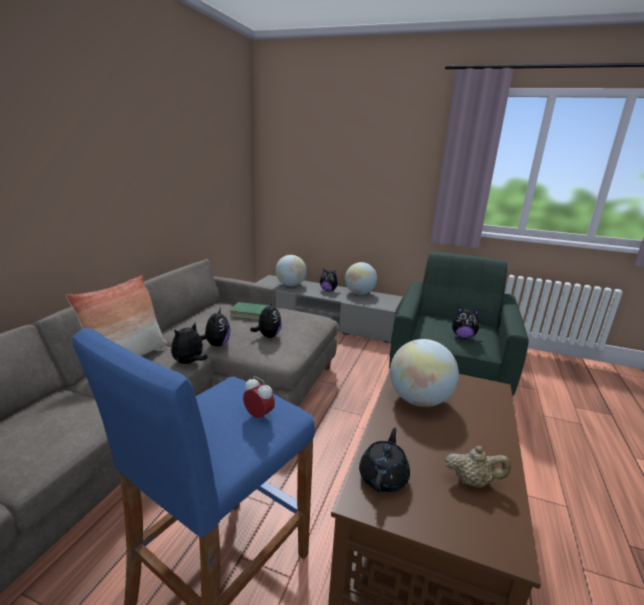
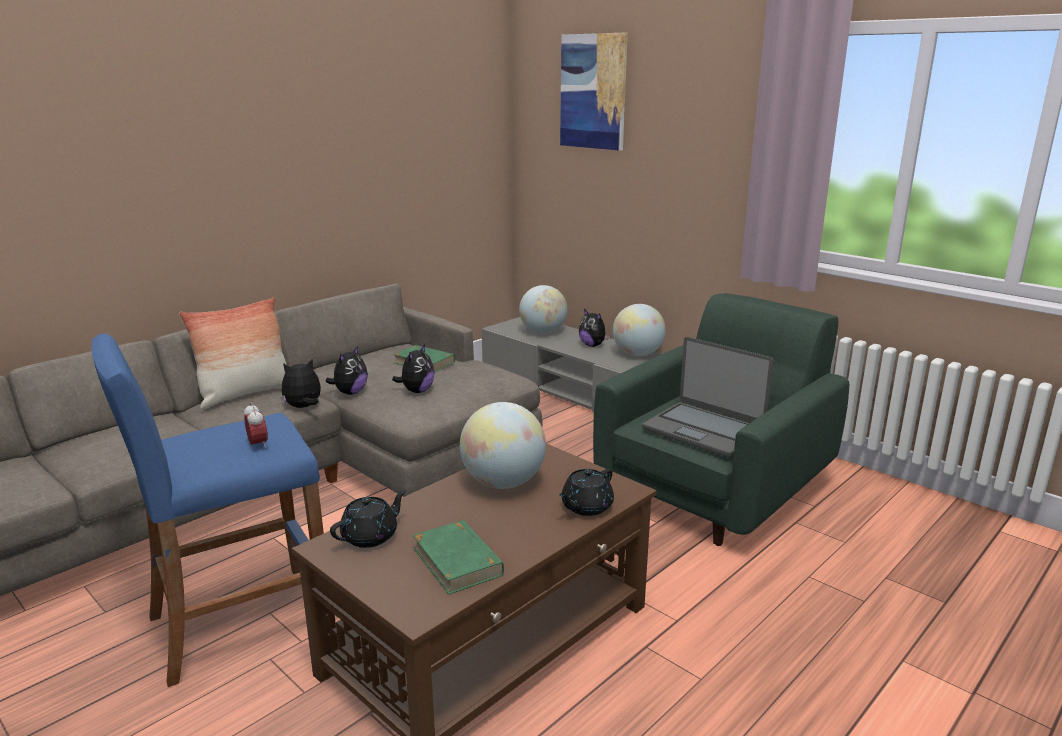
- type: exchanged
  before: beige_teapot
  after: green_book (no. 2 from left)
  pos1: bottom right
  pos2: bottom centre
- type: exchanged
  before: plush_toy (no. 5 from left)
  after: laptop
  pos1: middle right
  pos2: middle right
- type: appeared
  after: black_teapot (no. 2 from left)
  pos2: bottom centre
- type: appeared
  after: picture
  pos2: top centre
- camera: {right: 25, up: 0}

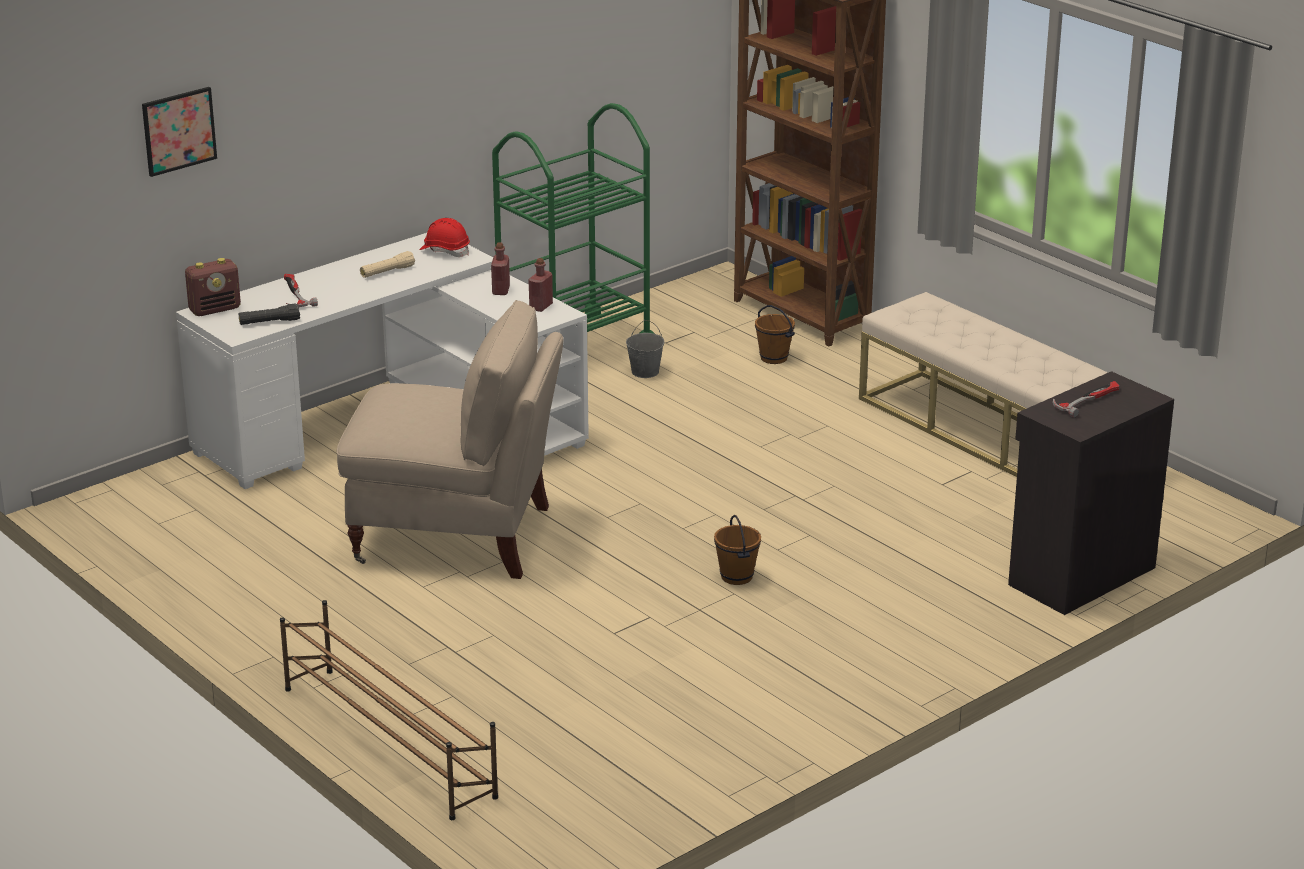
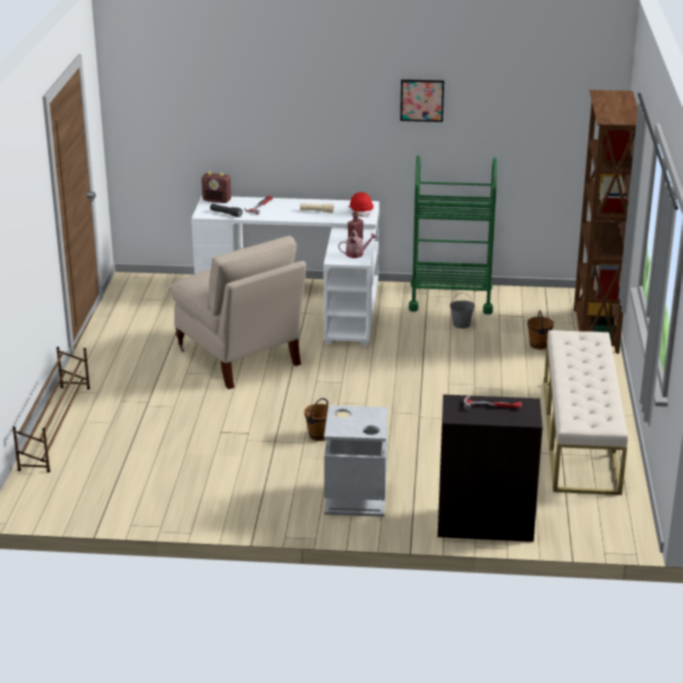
- type: relocated
  before: picture
  pos1: top left
  pos2: top centre
- type: exchanged
  before: red_bottle (no. 2 from left)
  after: watering_can
  pos1: top centre
  pos2: centre
- type: appeared
  after: grey_trash_can
  pos2: bottom centre
- camera: {right: 45, up: 0}

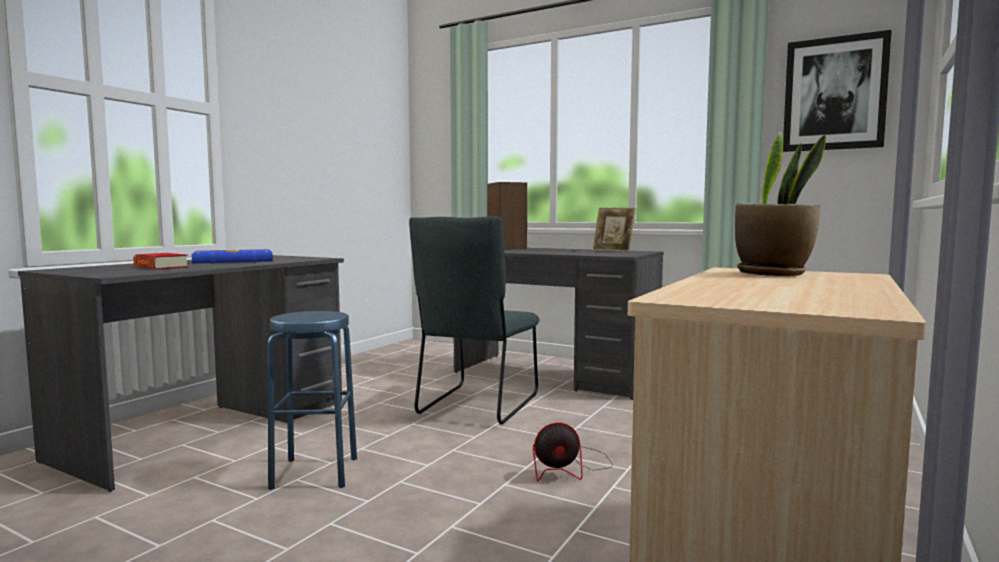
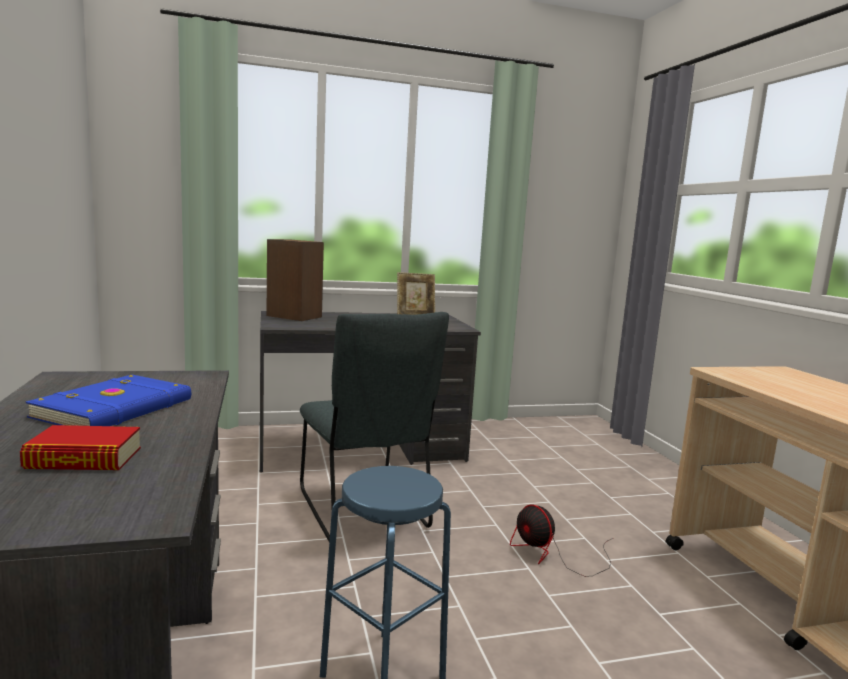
- type: spun
  before: fan
  pos1: bottom centre
  pos2: bottom centre
  turn: 105
- type: missing
  before: potted_plant
  pos1: middle right
- type: missing
  before: picture
  pos1: top right
- camera: {right: -45, up: 5}

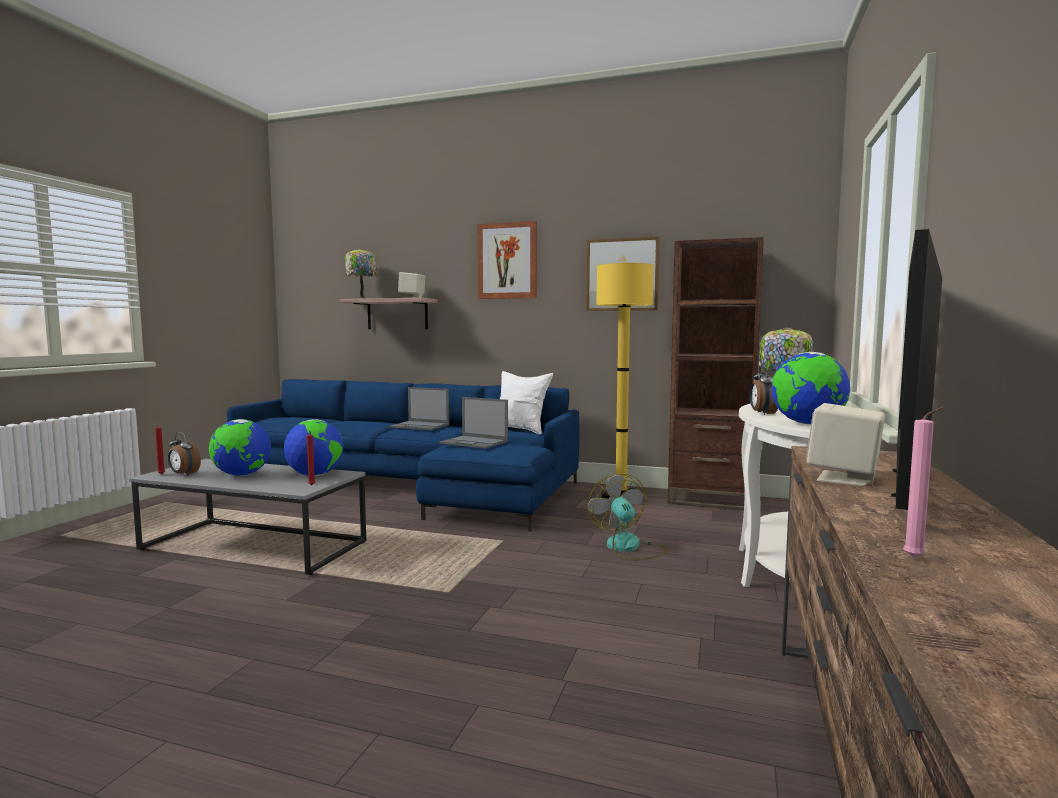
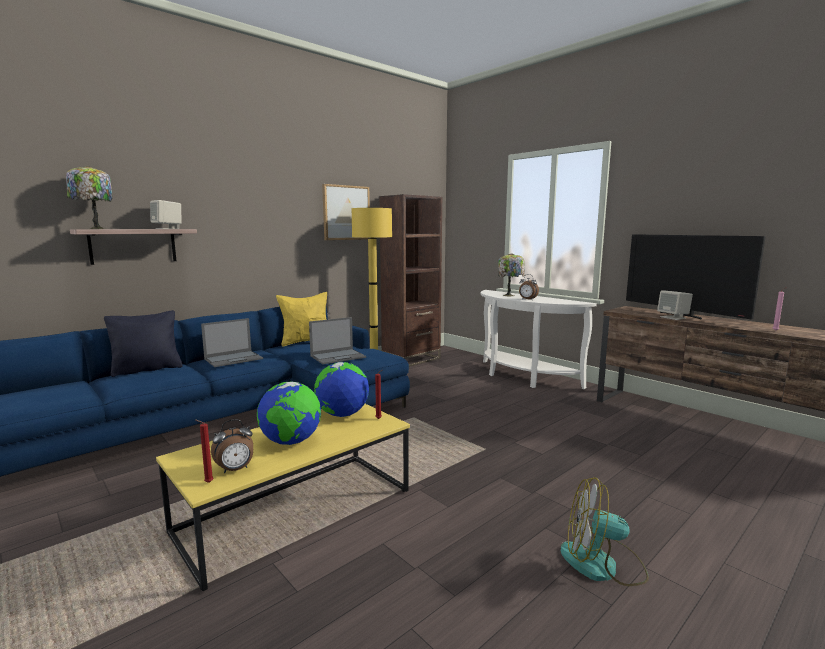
- type: colour
  before: grey_coffee_table
  after: yellow_coffee_table
  pos1: middle left
  pos2: bottom centre
- type: missing
  before: picture (no. 1 from left)
  pos1: top centre
- type: colour
  before: white_pillow
  after: yellow_pillow
  pos1: centre
  pos2: centre
- type: relocated
  before: fan
  pos1: centre
  pos2: bottom right
- type: missing
  before: globe (no. 3 from left)
  pos1: middle right
- type: appeared
  after: black_pillow
  pos2: middle left
- camera: {right: -60, up: 5}

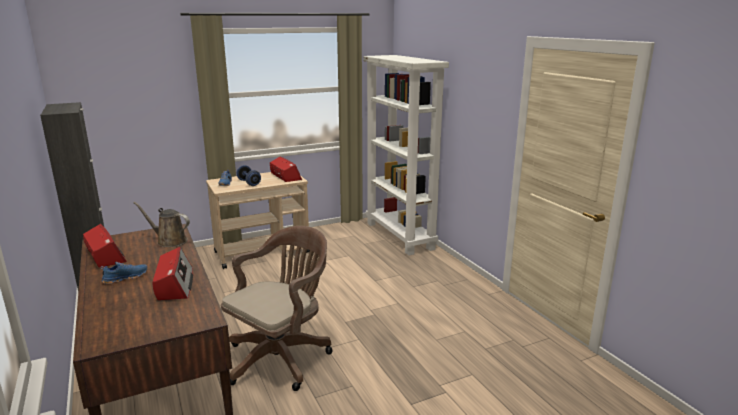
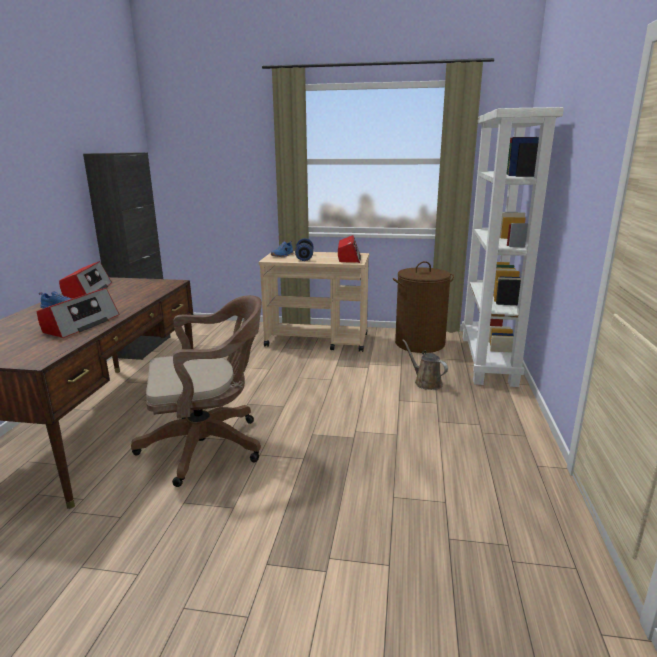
- type: relocated
  before: brown_watering_can
  pos1: middle left
  pos2: centre
- type: appeared
  after: brown_laundry_basket
  pos2: centre
- camera: {right: 35, up: 0}

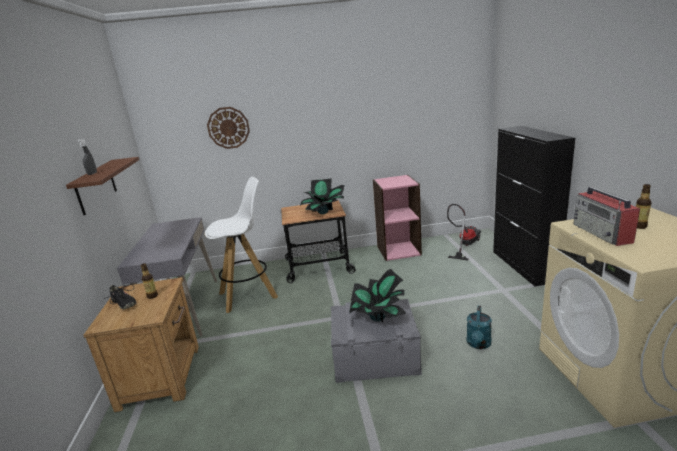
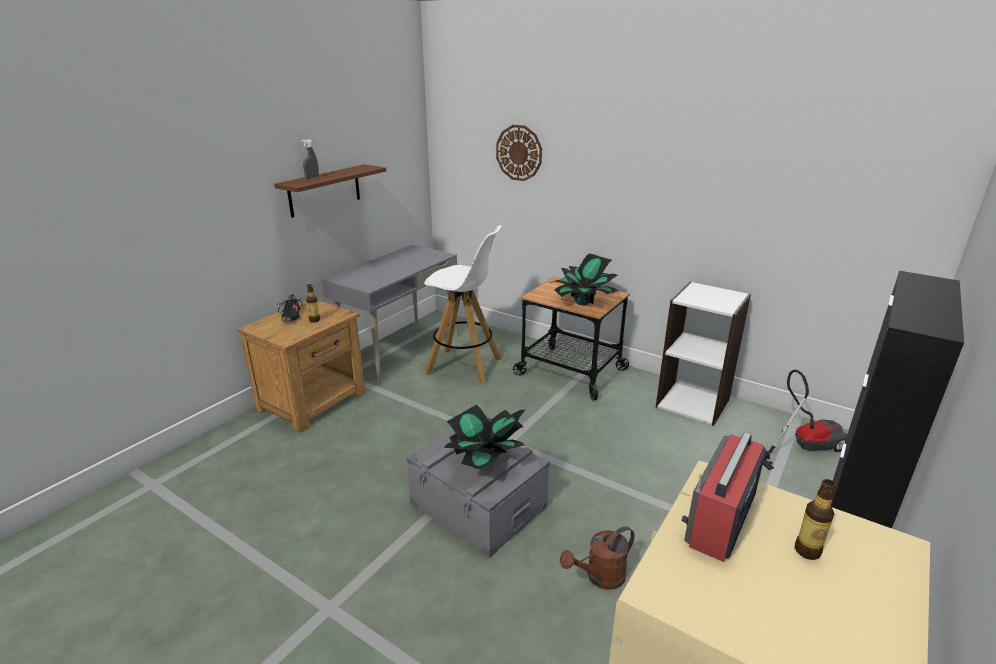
- type: colour
  before: pink_bookcase
  after: white_bookcase
  pos1: centre
  pos2: middle right
- type: colour
  before: turquoise_watering_can
  after: brown_watering_can
  pos1: bottom right
  pos2: bottom centre
- camera: {right: 40, up: 5}

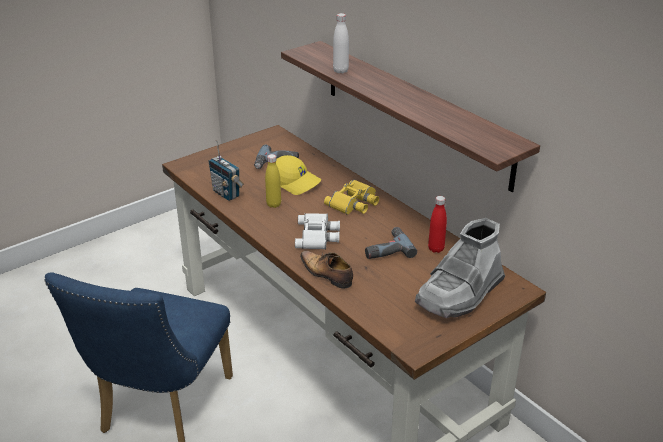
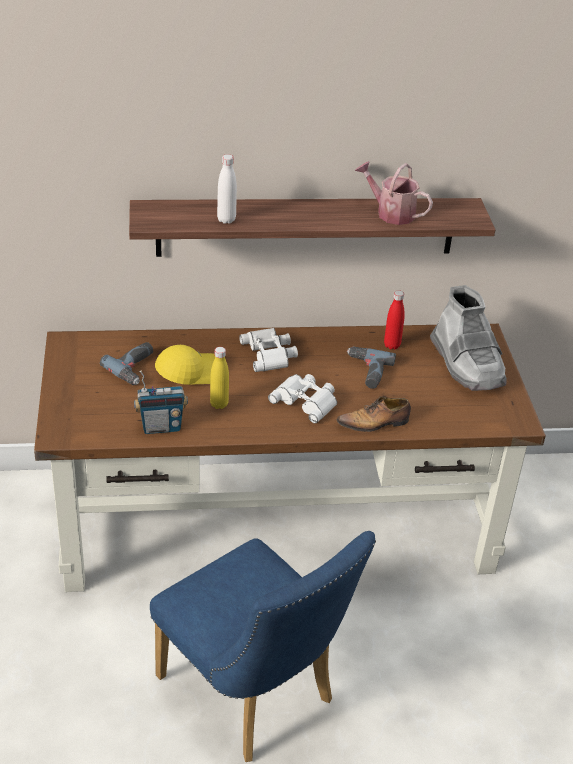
- type: colour
  before: yellow_binoculars
  after: white_binoculars (no. 1 from left)
  pos1: centre
  pos2: centre
- type: appeared
  after: watering_can
  pos2: top right
- camera: {right: -60, up: 5}

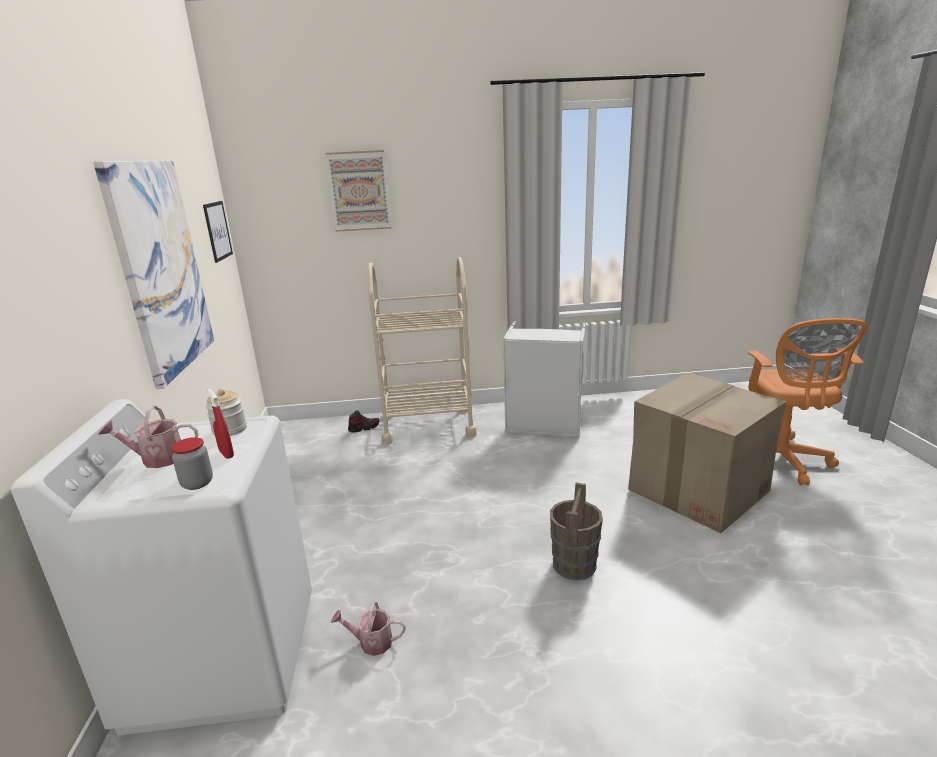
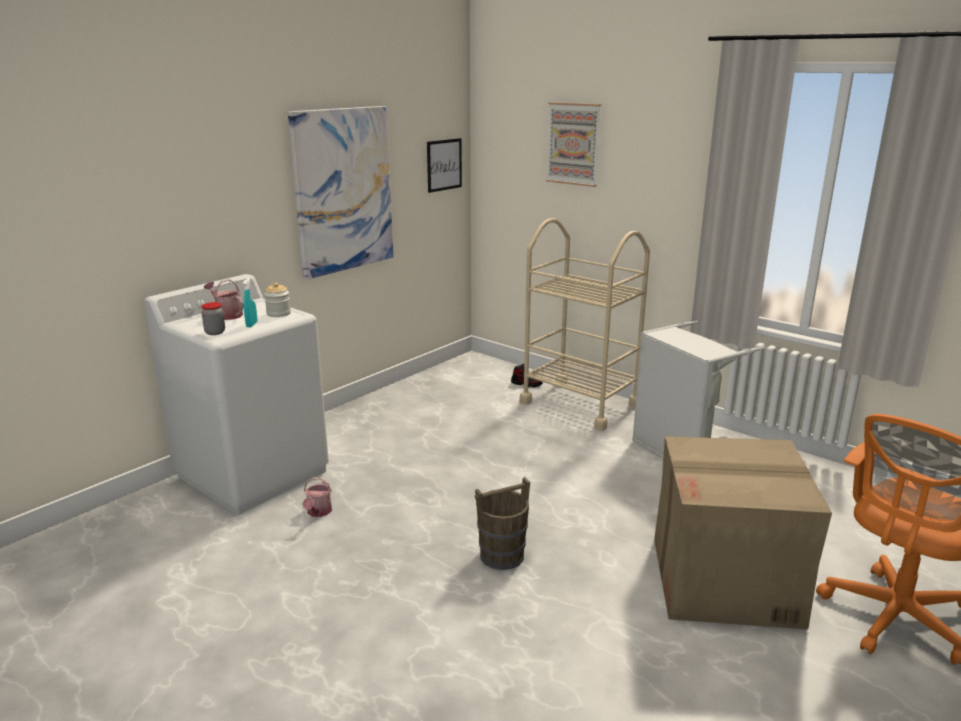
- type: colour
  before: red_spray_bottle
  after: turquoise_spray_bottle
  pos1: middle left
  pos2: middle left
- type: spun
  before: watering_can (no. 2 from left)
  pos1: bottom centre
  pos2: bottom left
  turn: -135
- camera: {right: 45, up: 0}

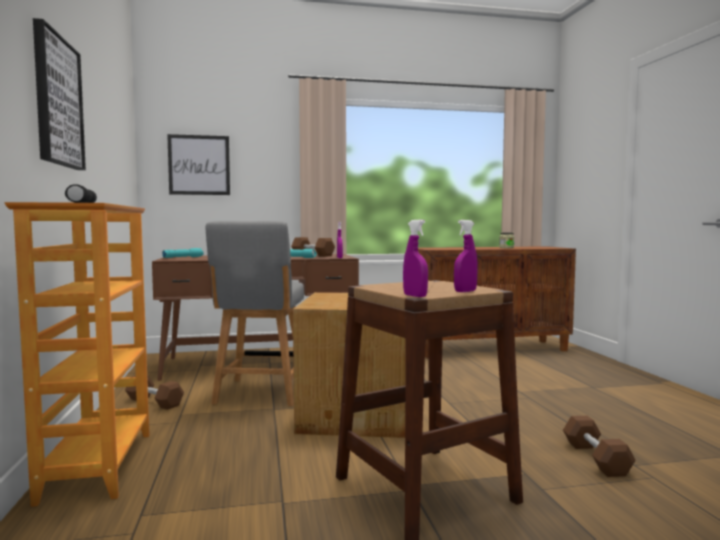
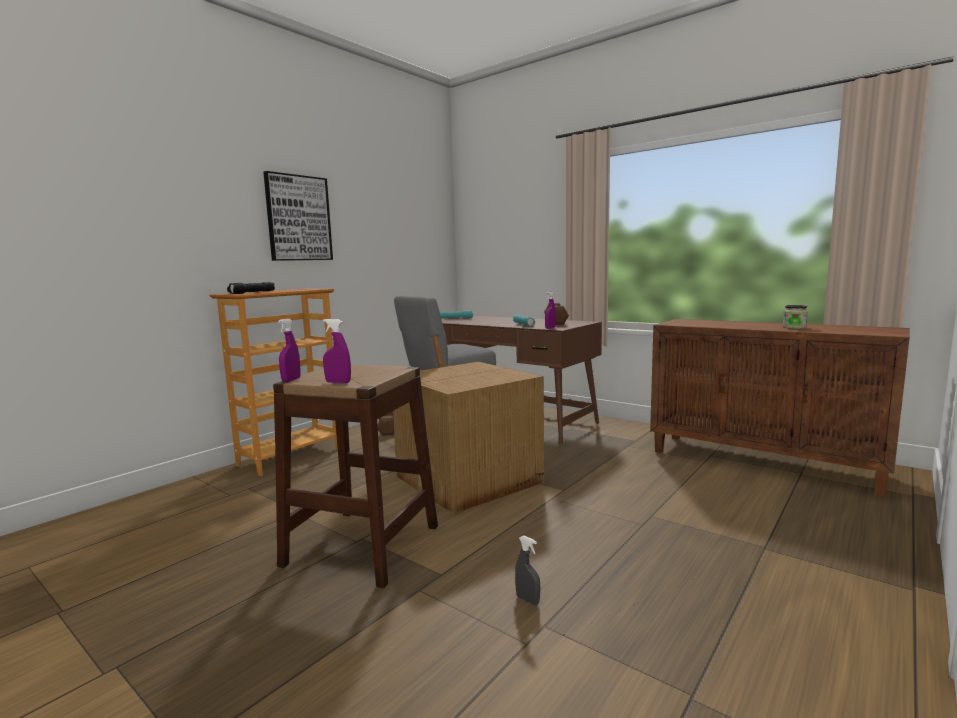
- type: missing
  before: picture (no. 2 from left)
  pos1: top left
- type: exchanged
  before: brown_dumbbell (no. 3 from left)
  after: grey_spray_bottle
  pos1: bottom right
  pos2: bottom centre
- camera: {right: 50, up: 5}

